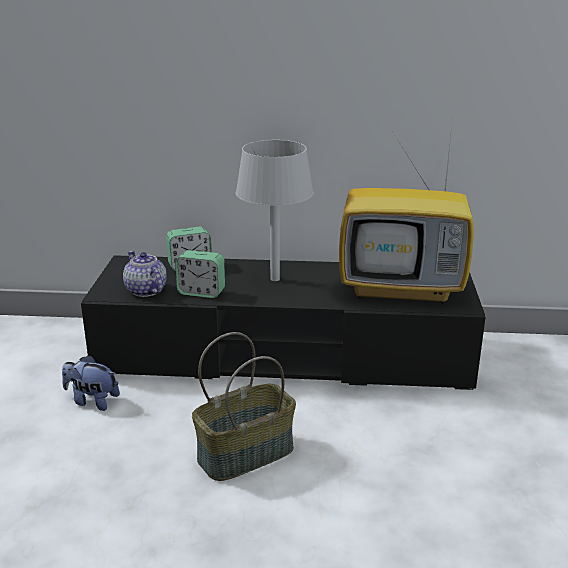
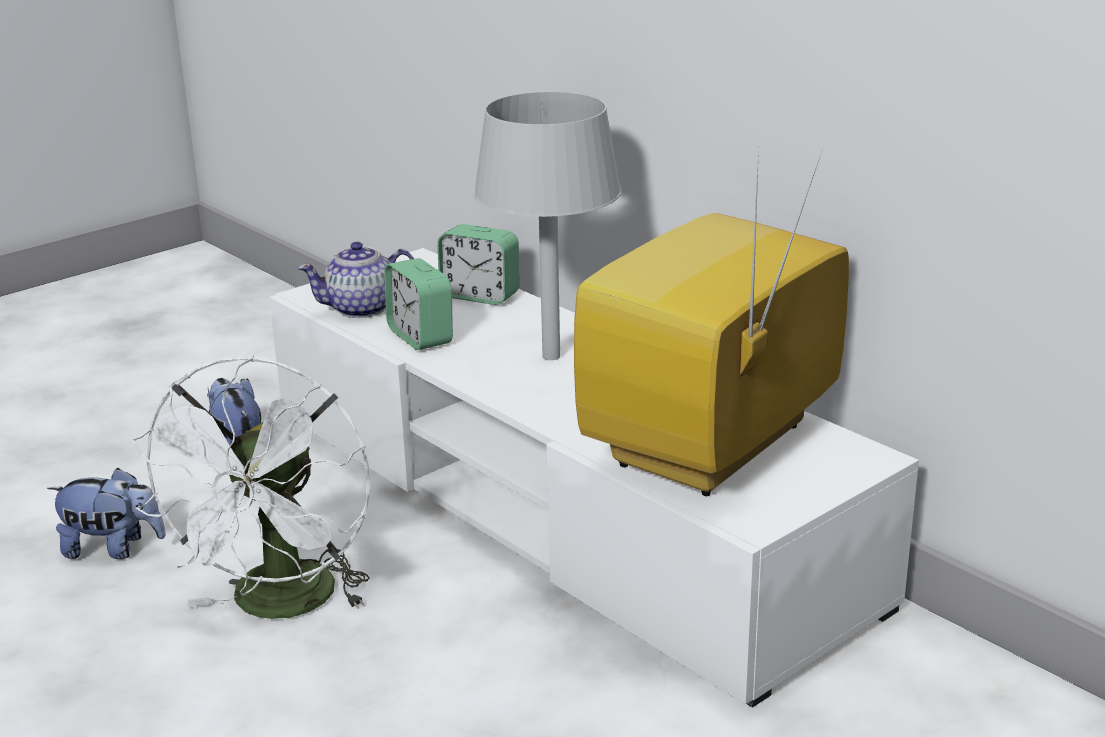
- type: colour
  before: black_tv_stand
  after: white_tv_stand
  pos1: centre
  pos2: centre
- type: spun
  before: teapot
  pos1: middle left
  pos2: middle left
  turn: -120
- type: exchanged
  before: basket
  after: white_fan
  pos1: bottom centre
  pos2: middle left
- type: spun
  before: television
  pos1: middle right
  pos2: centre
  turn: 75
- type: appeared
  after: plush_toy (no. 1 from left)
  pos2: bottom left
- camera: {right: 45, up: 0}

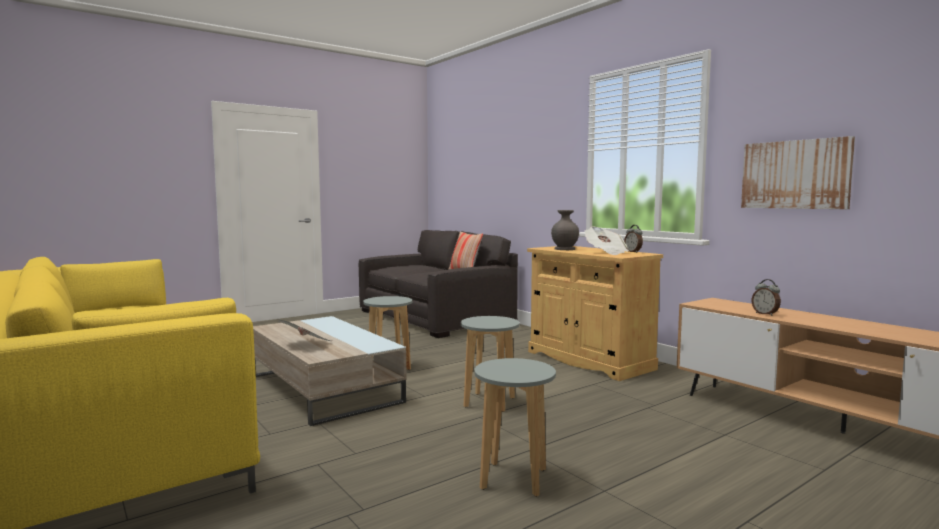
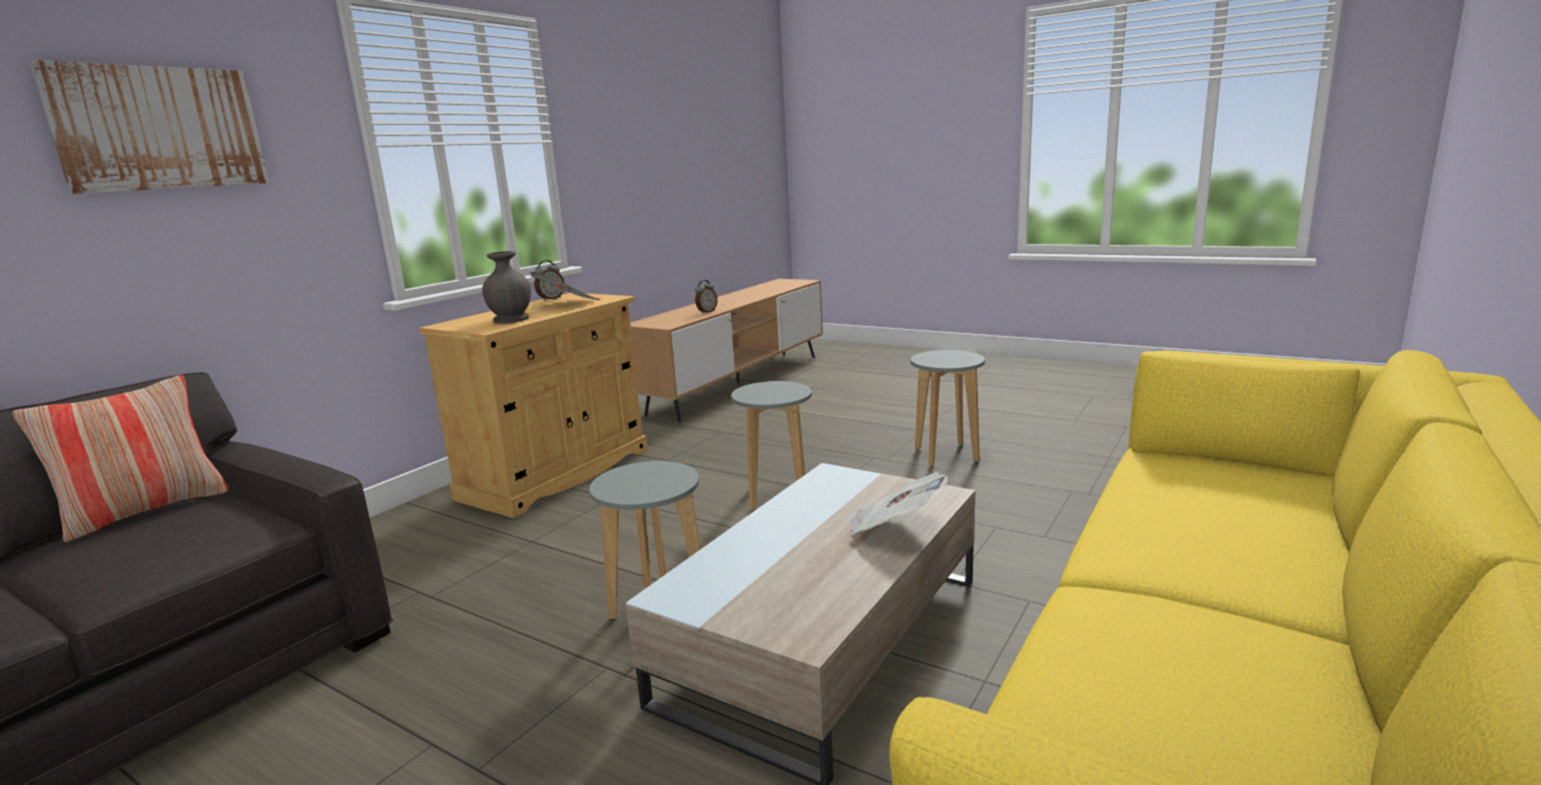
- type: relocated
  before: picture
  pos1: top right
  pos2: top left
- camera: {right: -110, up: 10}

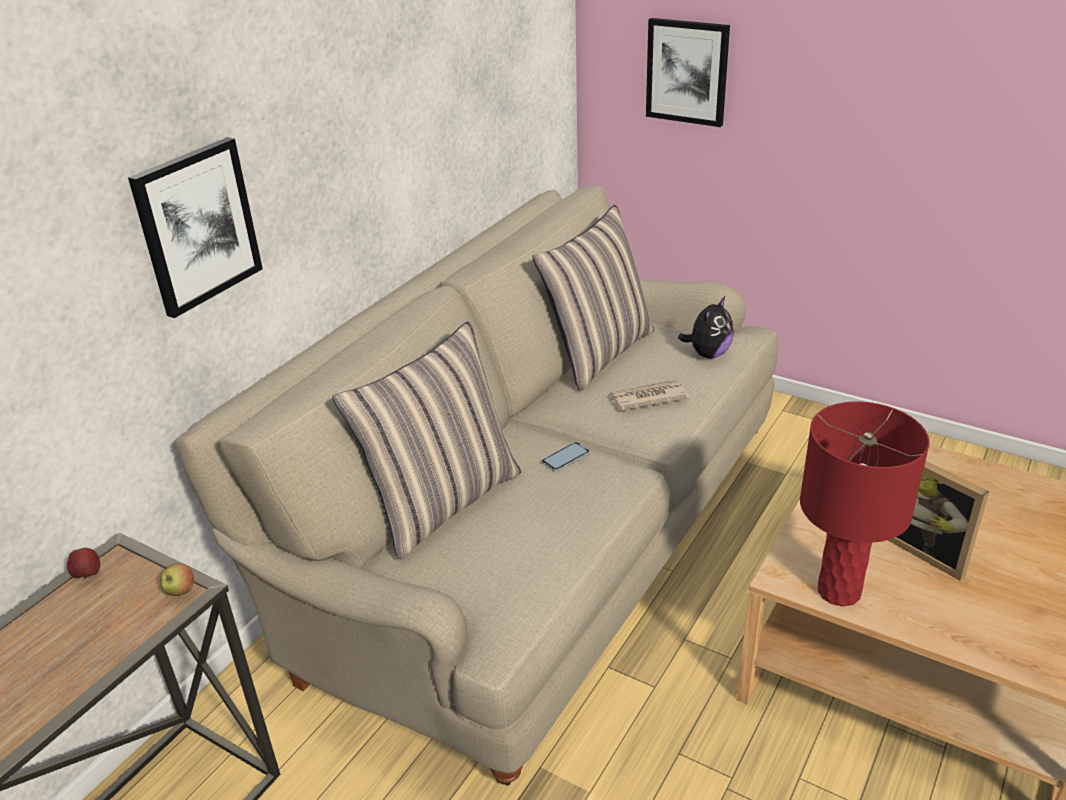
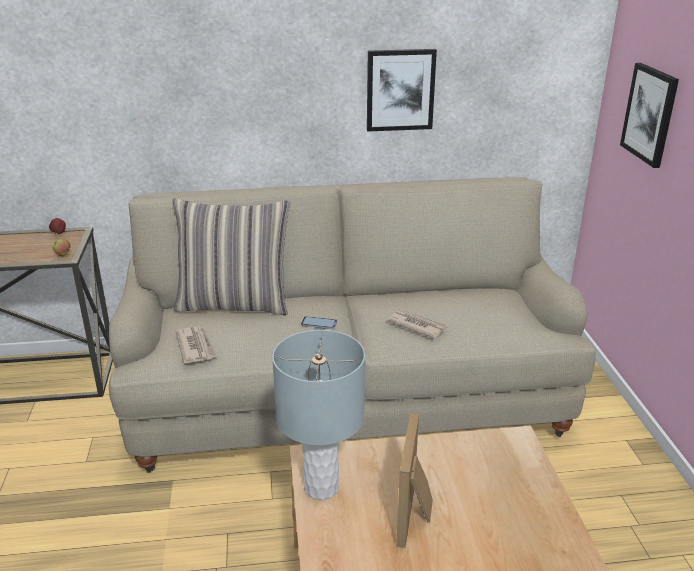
- type: relocated
  before: picture (no. 1 from left)
  pos1: top left
  pos2: top centre
- type: missing
  before: pillow (no. 2 from left)
  pos1: centre
- type: missing
  before: plush_toy
  pos1: centre
- type: colour
  before: red_table_lamp
  after: grey_table_lamp
  pos1: middle right
  pos2: bottom centre
- type: appeared
  after: newspaper (no. 1 from left)
  pos2: middle left
- camera: {right: 50, up: -5}

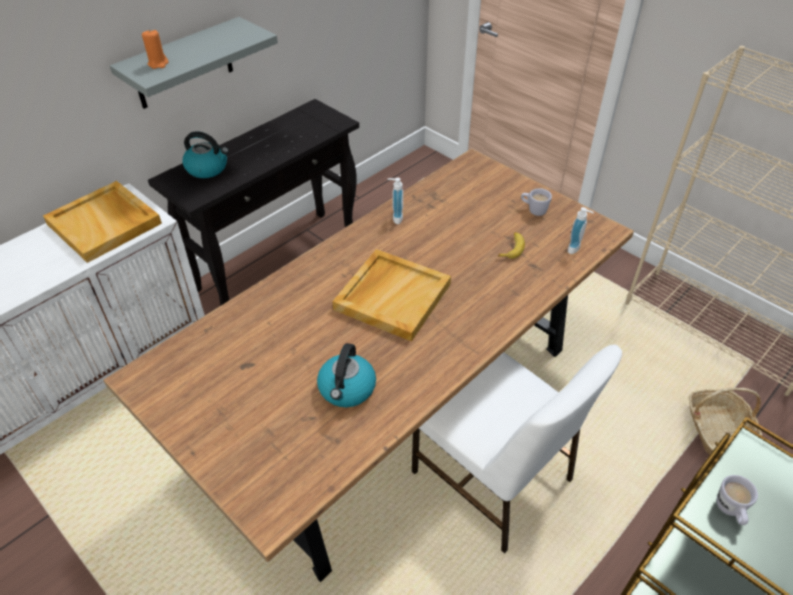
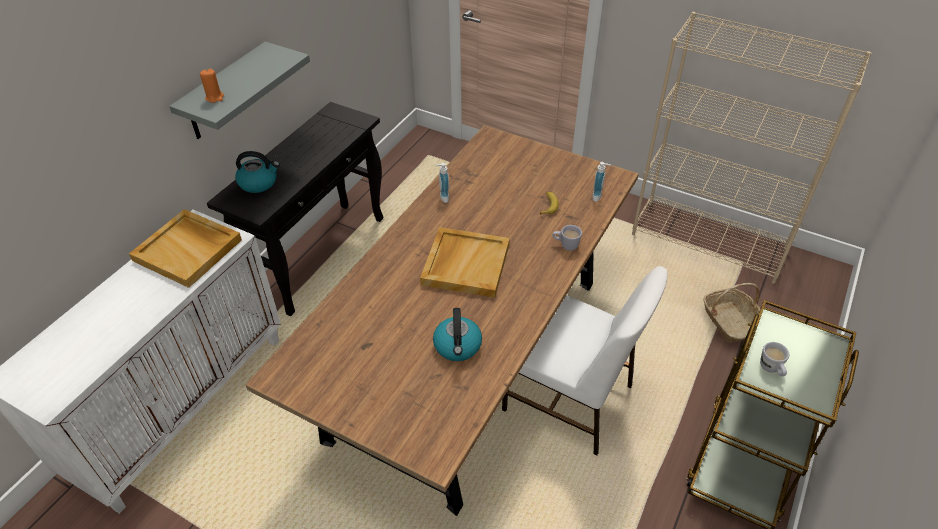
- type: relocated
  before: white_mug (no. 1 from left)
  pos1: middle right
  pos2: centre
- camera: {right: -15, up: 0}

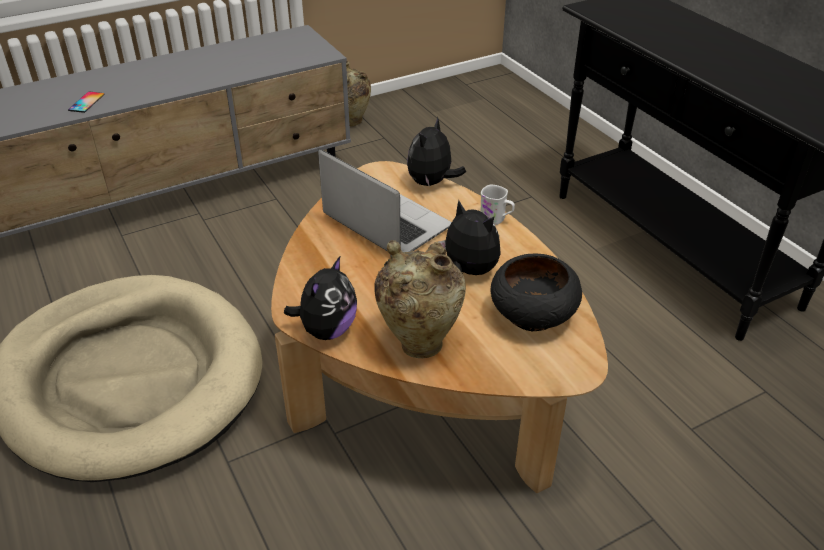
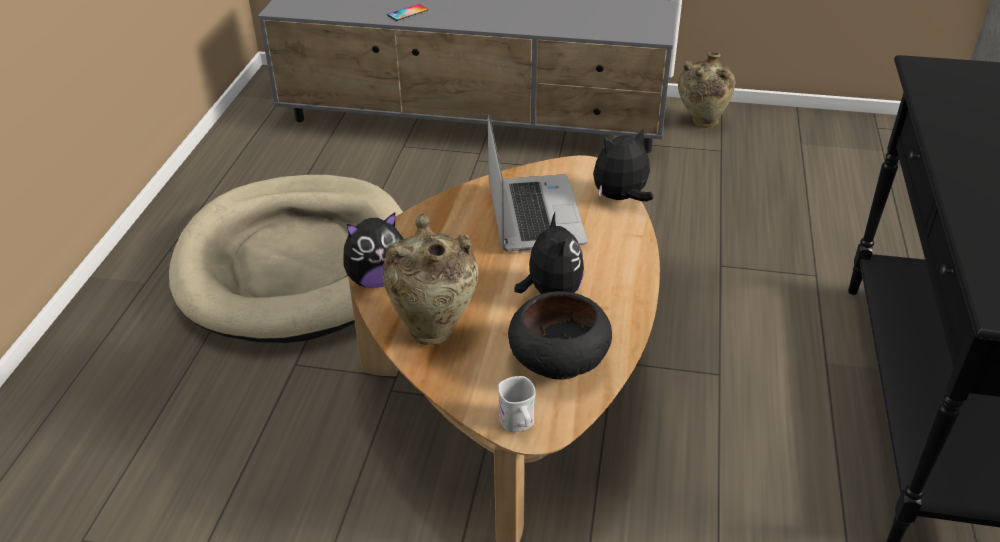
- type: relocated
  before: white_mug
  pos1: centre
  pos2: bottom centre
- camera: {right: 40, up: 0}

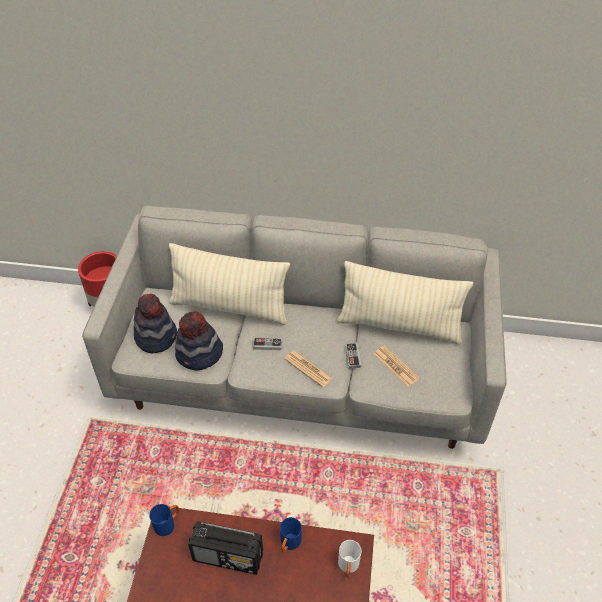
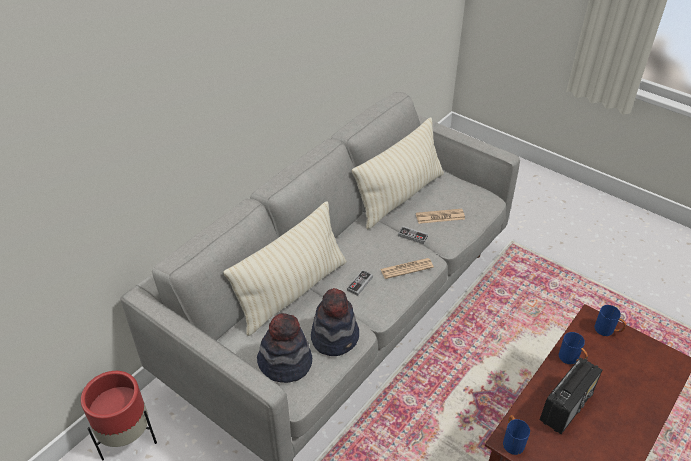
- type: colour
  before: white_mug
  after: blue_mug (no. 3 from left)
  pos1: bottom centre
  pos2: bottom right
- camera: {right: -60, up: -5}

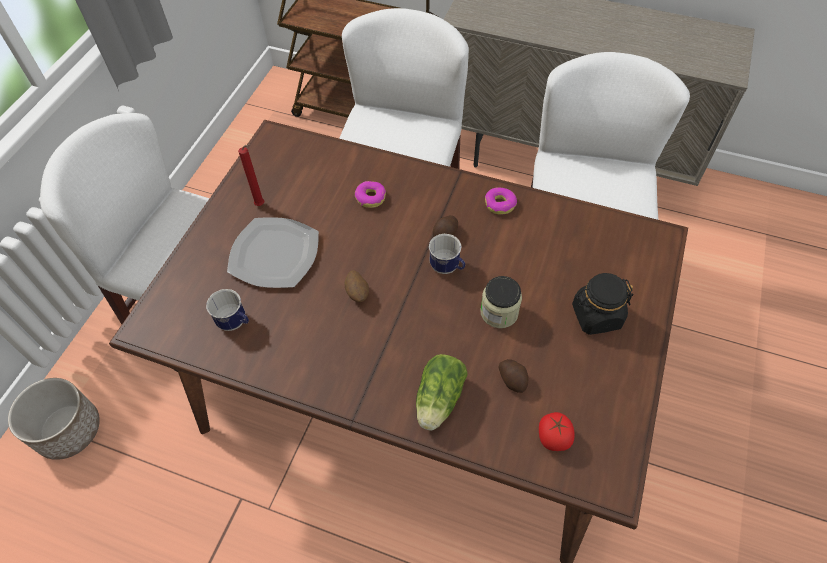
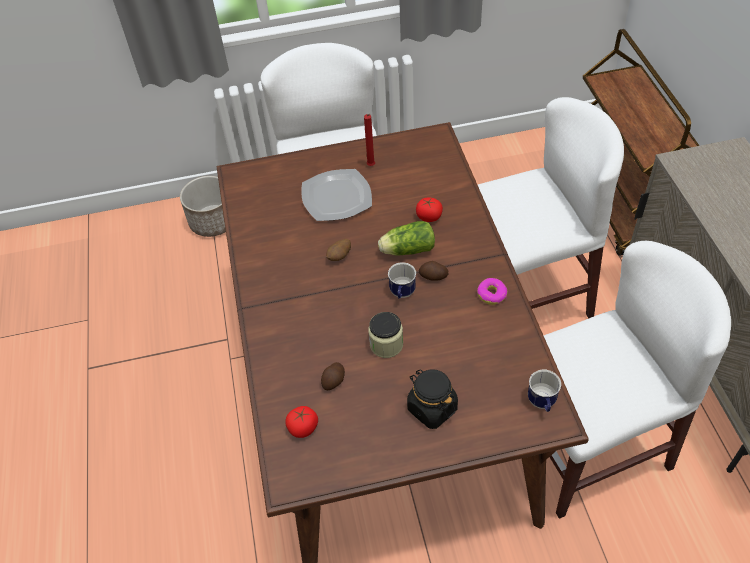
- type: relocated
  before: mug (no. 1 from left in the first image)
  after: mug (no. 2 from left)
  pos1: middle left
  pos2: bottom right
- type: exchanged
  before: donut (no. 1 from left)
  after: tomato (no. 2 from left)
  pos1: centre
  pos2: centre
- type: relocated
  before: lettuce
  pos1: bottom centre
  pos2: centre
- camera: {right: 60, up: -5}

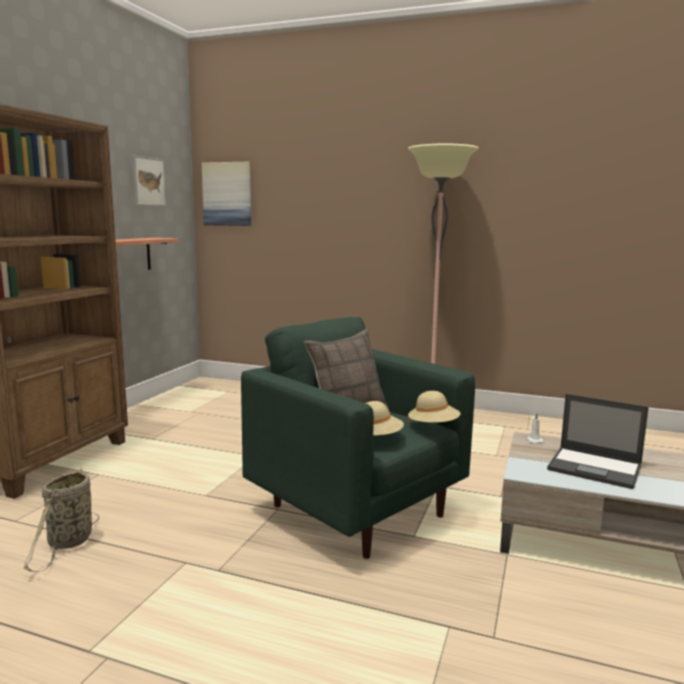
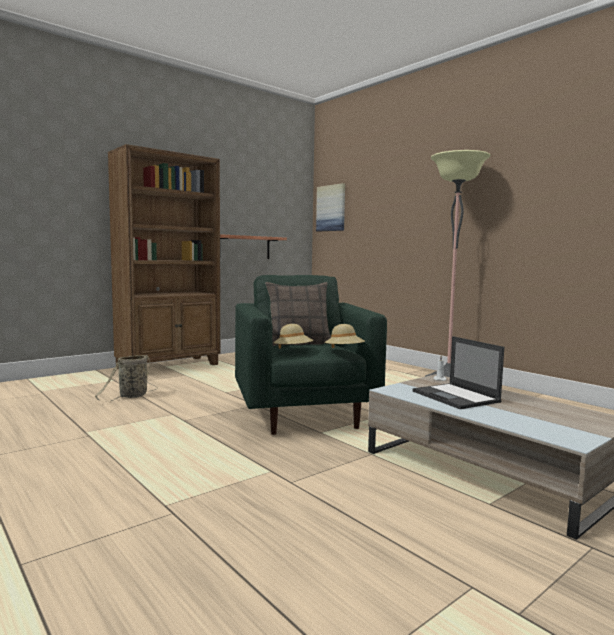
- type: missing
  before: picture (no. 1 from left)
  pos1: top left
- camera: {right: 30, up: -5}

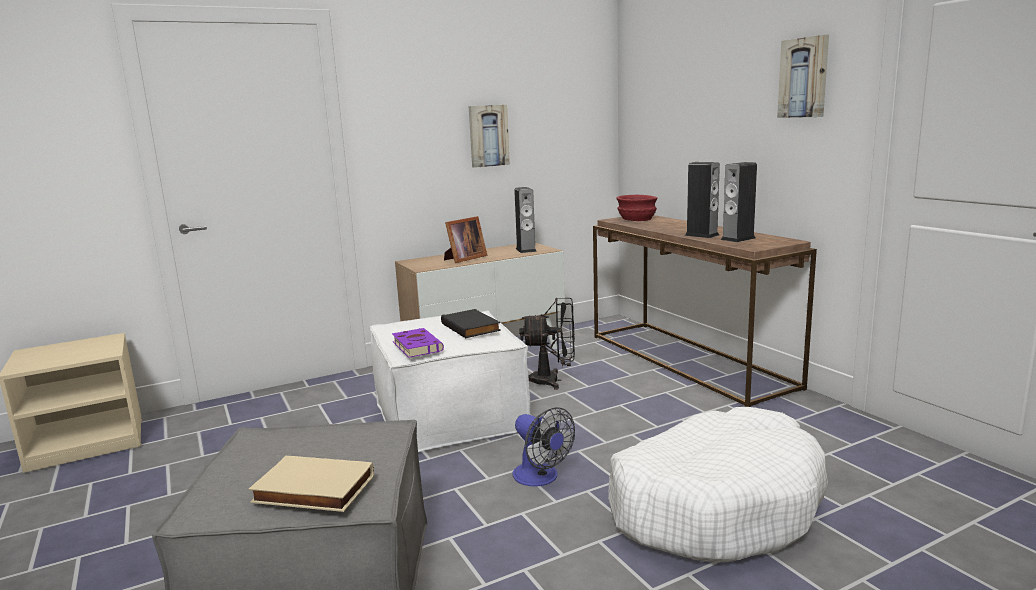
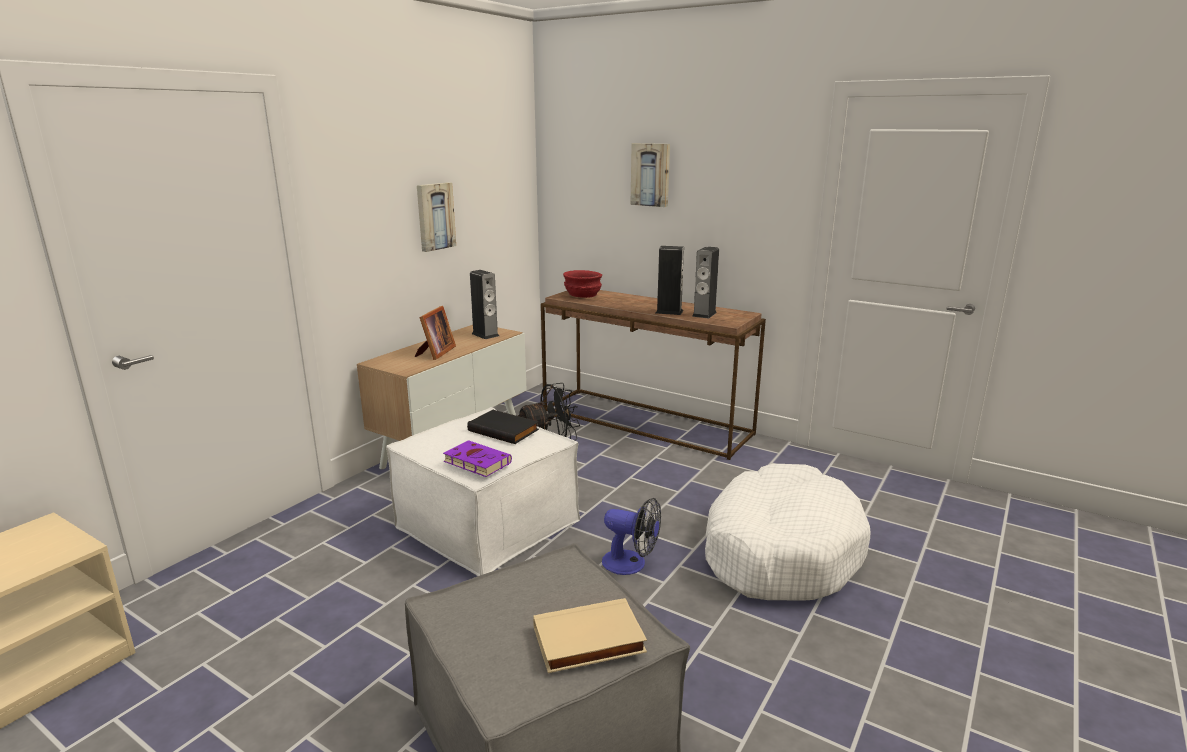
- type: relocated
  before: picture (no. 2 from left)
  pos1: top right
  pos2: top centre
- camera: {right: -30, up: 5}

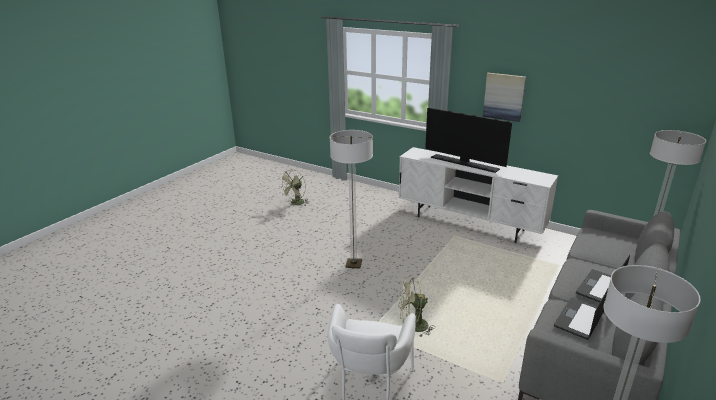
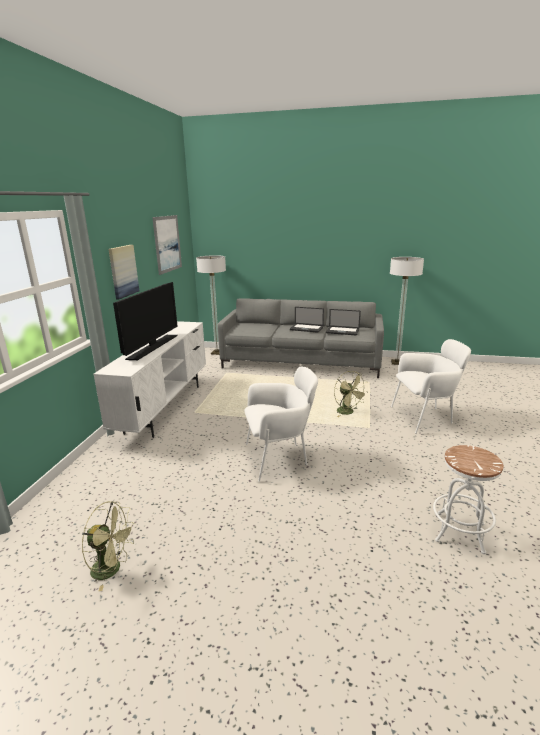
- type: exchanged
  before: floor_lamp (no. 1 from left)
  after: white_armchair (no. 1 from left)
  pos1: centre
  pos2: centre
- type: appeared
  after: picture (no. 2 from left)
  pos2: middle left
- type: appeared
  after: white_stool
  pos2: bottom right
- camera: {right: -110, up: -5}

